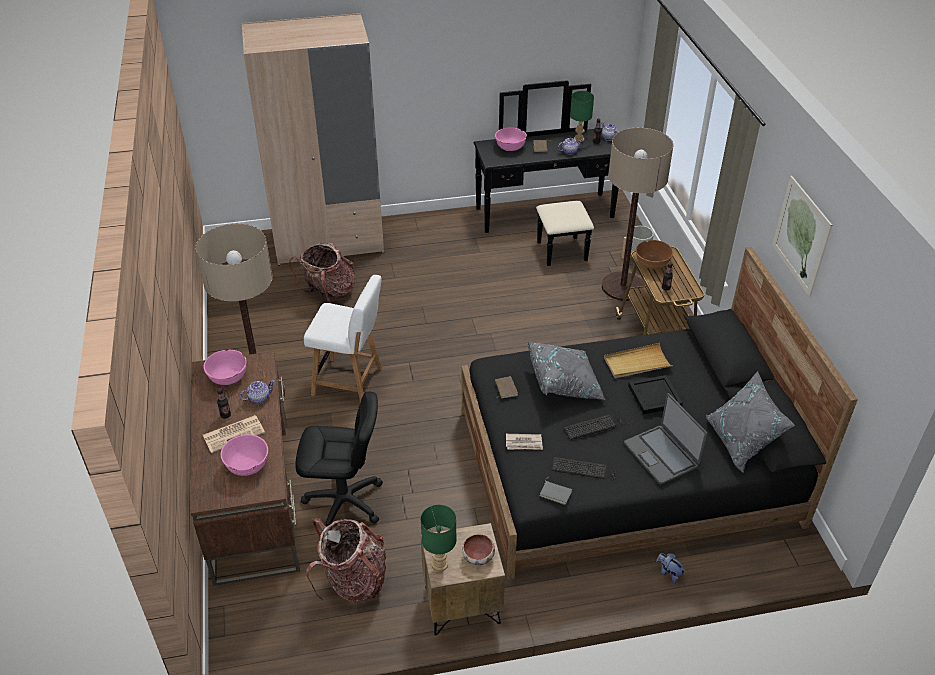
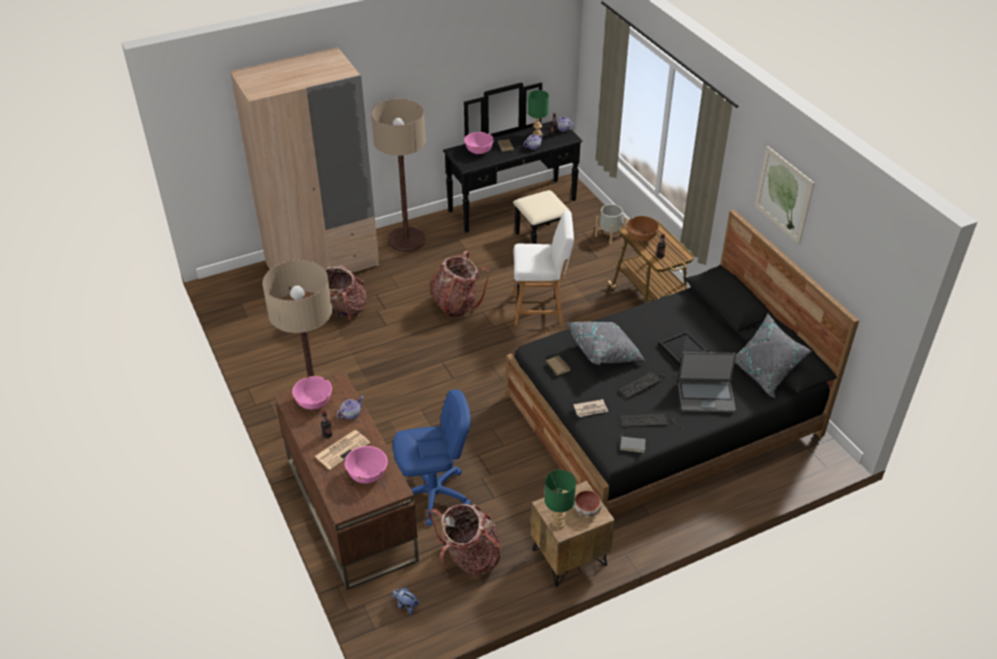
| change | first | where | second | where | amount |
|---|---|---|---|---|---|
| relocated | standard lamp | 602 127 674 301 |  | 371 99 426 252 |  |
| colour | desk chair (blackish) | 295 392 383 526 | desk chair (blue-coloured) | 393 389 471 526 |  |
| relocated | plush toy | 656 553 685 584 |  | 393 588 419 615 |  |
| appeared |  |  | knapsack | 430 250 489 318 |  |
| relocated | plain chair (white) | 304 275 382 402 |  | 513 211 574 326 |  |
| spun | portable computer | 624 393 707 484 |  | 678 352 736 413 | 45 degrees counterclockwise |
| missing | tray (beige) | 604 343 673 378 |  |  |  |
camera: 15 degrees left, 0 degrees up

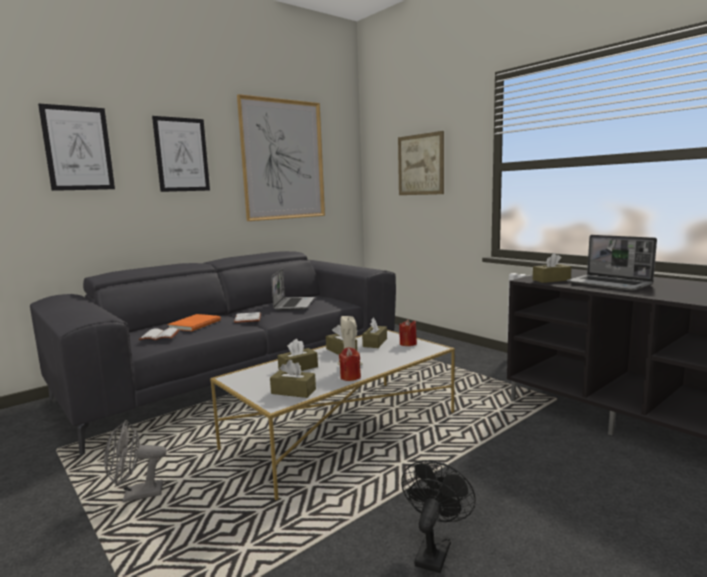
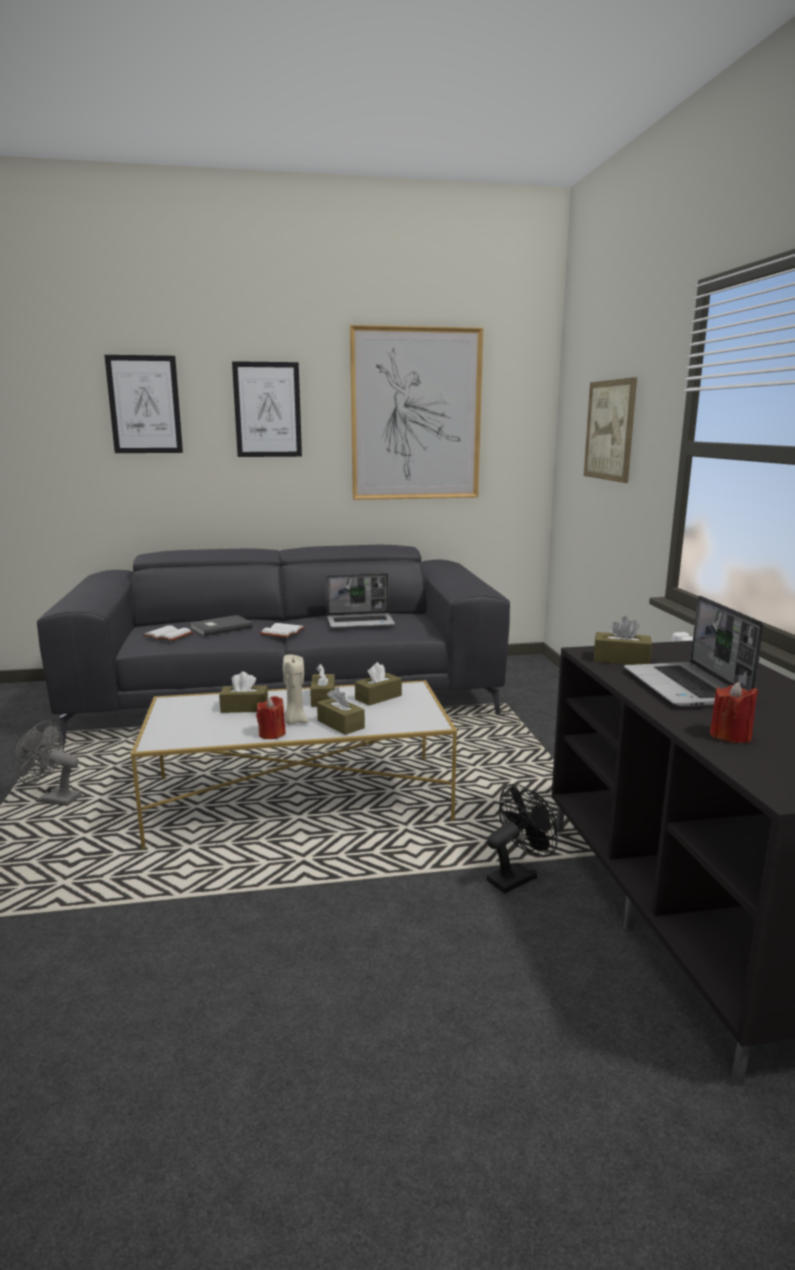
| change | first | where | second | where | amount |
|---|---|---|---|---|---|
| colour | bound book (orangey) | 167 314 221 331 | bound book (gray) | 190 615 253 636 |  |
| relocated | box of tissues (brown) | 270 360 316 398 |  | 317 687 365 735 |  |
| spun | portable computer | 271 269 315 310 |  | 326 573 395 629 | 45 degrees clockwise |
| relocated | cooling fan (blackish) | 401 460 476 573 |  | 487 784 558 893 |  |
| relocated | wax candle (red) | 399 319 417 346 |  | 710 682 758 743 |  |
camera: 30 degrees right, 5 degrees up

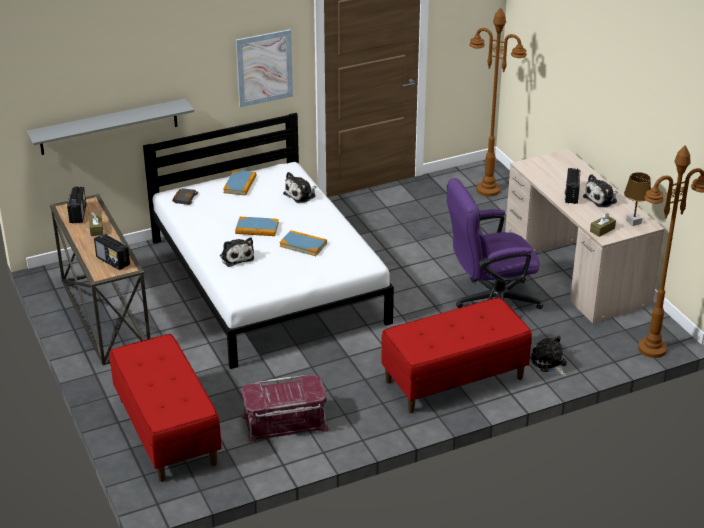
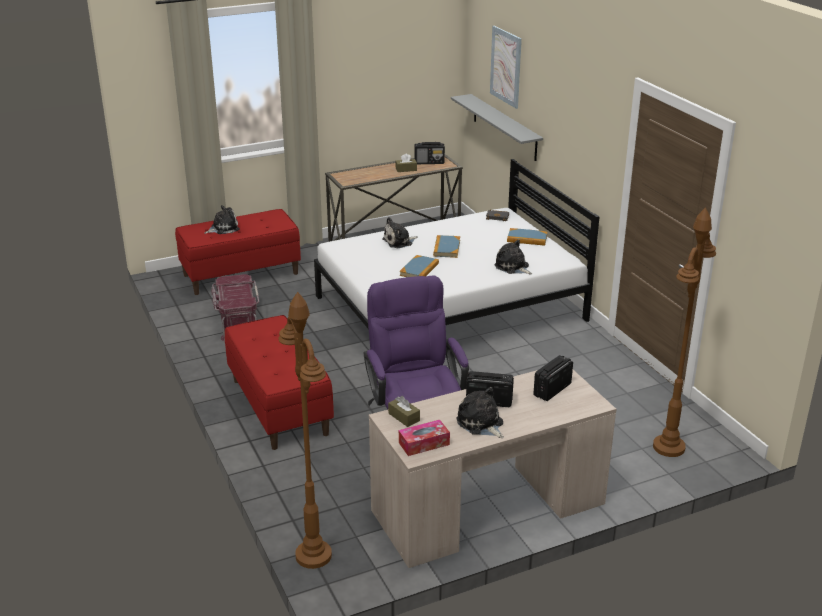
| change | first | where | second | where | amount |
|---|---|---|---|---|---|
| relocated | plush toy | 530 335 567 376 |  | 204 205 240 234 |  |
| exchanged | lamp for a table (brown) | 624 172 651 226 | box of tissues | 399 420 450 456 |  |
| relocated | wall art | 236 29 293 107 |  | 490 26 522 109 |  |
| relocated | radio receiver | 94 234 130 270 |  | 533 355 573 401 |  |
camera: 90 degrees right, 5 degrees down

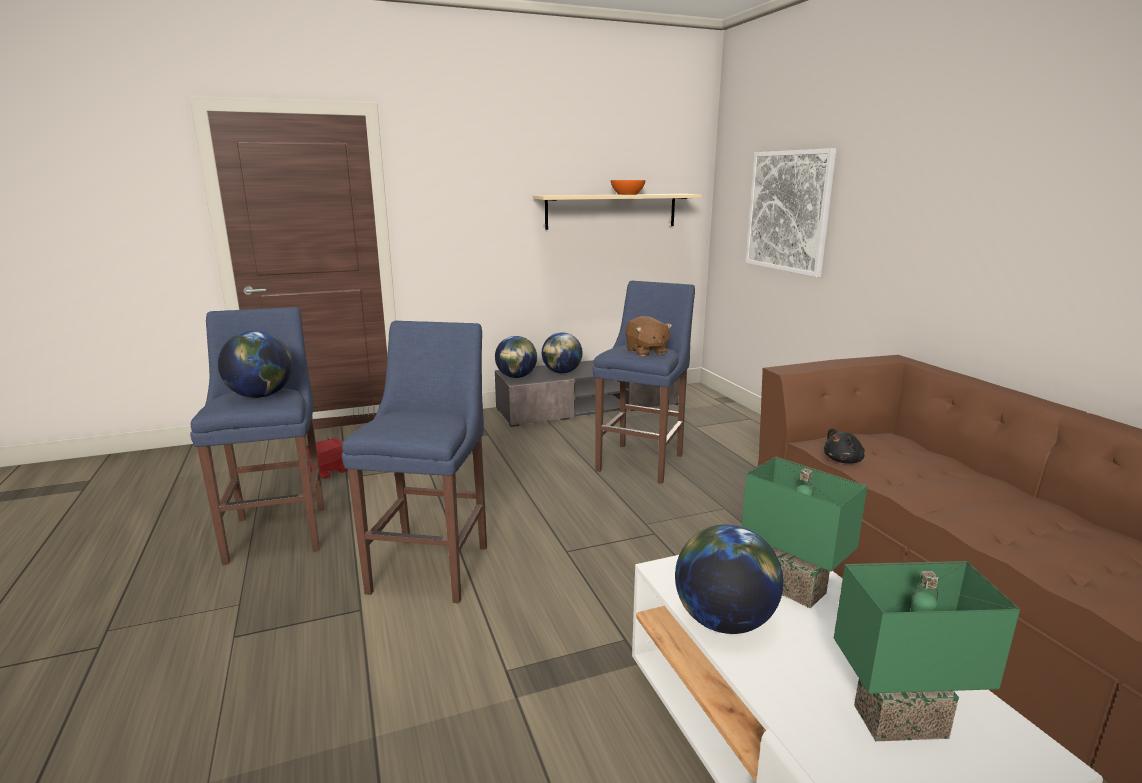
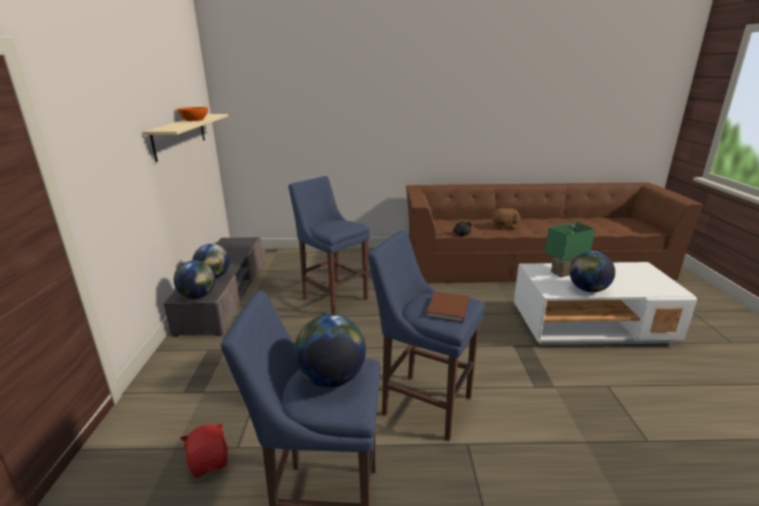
| change | first | where | second | where | amount |
|---|---|---|---|---|---|
| appeared |  |  | bound book (brown) | 426 292 469 322 |  |
| relocated | plush toy (brown) | 625 316 672 356 |  | 492 208 521 230 |  |
| missing | wall art | 745 148 836 277 |  |  |  |
| missing | lamp for a table (green) | 834 561 1020 741 |  |  |  |
camera: 70 degrees left, 5 degrees up

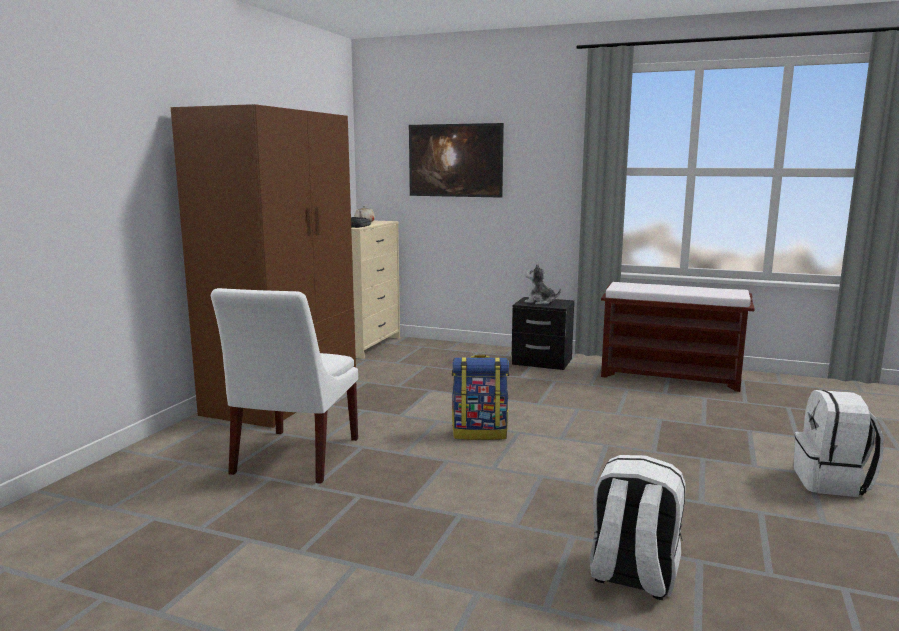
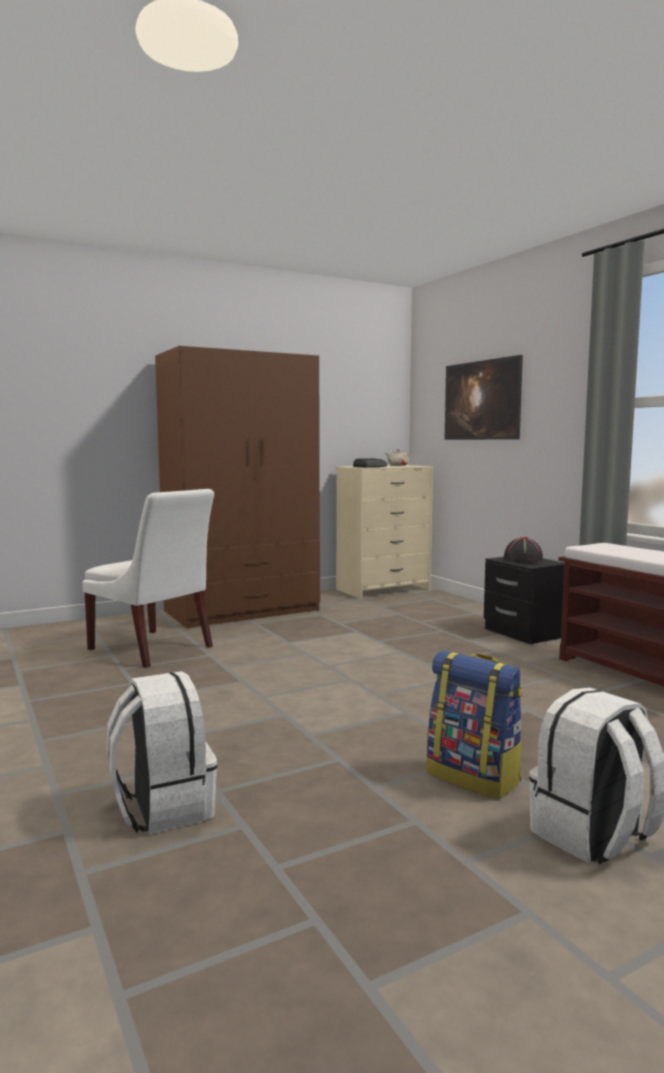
| change | first | where | second | where | amount |
|---|---|---|---|---|---|
| spun | plain chair (white) | 211 288 358 484 |  | 82 489 214 668 | 105 degrees counterclockwise |
| relocated | knapsack | 451 355 509 440 |  | 427 651 523 799 |  |
| exchanged | plush toy | 525 263 561 305 | clothing hat (blackish) | 503 537 543 563 |  |
camera: 40 degrees right, 5 degrees down

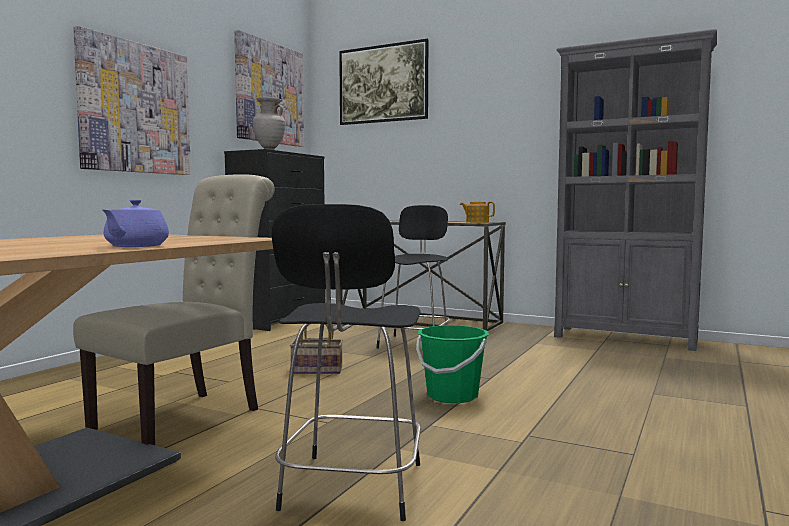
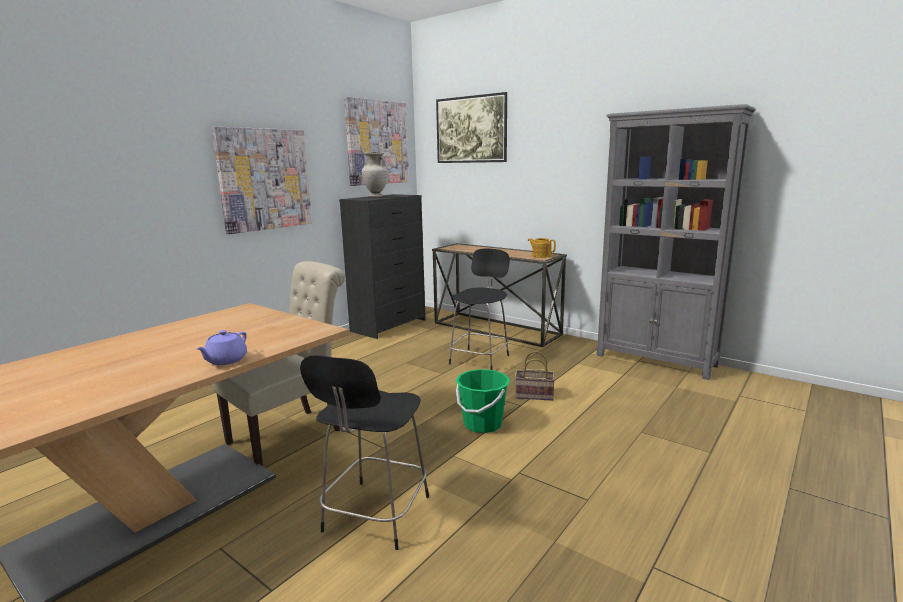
| change | first | where | second | where | amount |
|---|---|---|---|---|---|
| relocated | basket | 290 324 343 374 |  | 515 351 555 401 |  |
camera: 10 degrees right, 10 degrees up

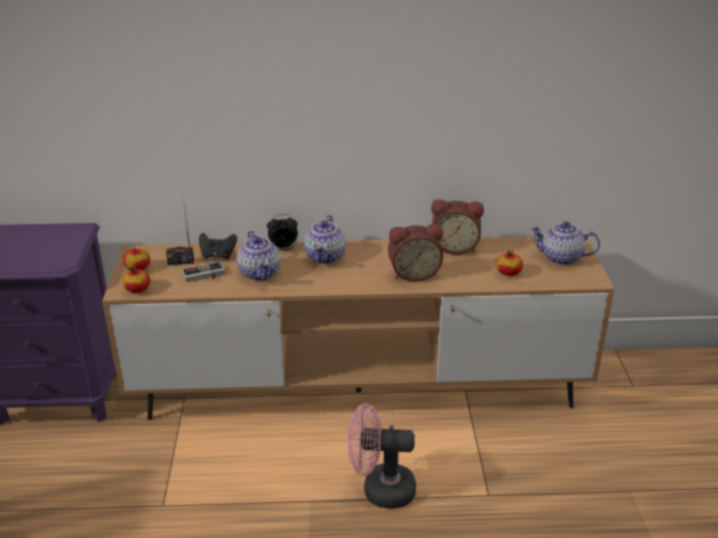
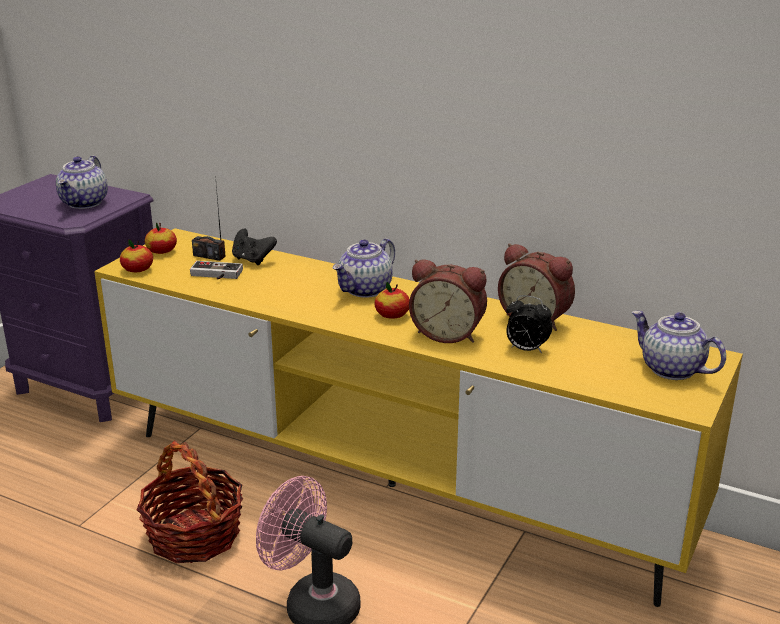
| change | first | where | second | where | amount |
|---|---|---|---|---|---|
| relocated | pot for tea | 237 231 280 281 |  | 56 156 108 209 |  |
| colour | media console (brown) | 102 237 614 420 | media console (yellow) | 94 228 743 607 |  |
| appeared |  |  | basket | 137 440 243 563 |  |
| relocated | whole apple | 496 250 523 276 |  | 374 282 410 319 |  |
| relocated | table clock | 267 214 298 250 |  | 506 295 553 354 |  |
camera: 30 degrees right, 5 degrees down

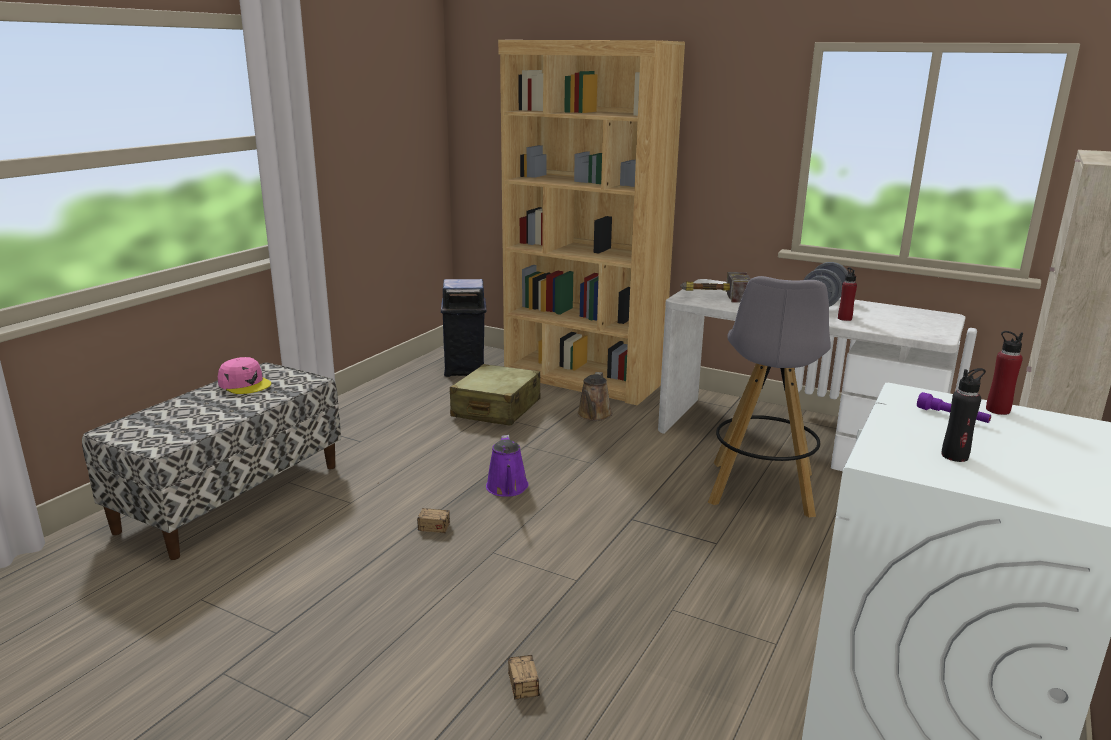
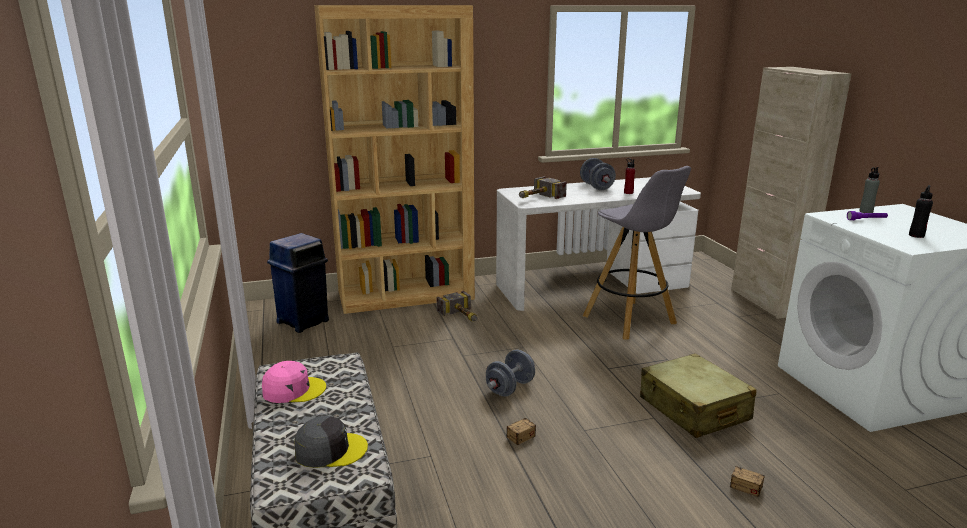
| change | first | where | second | where | amount |
|---|---|---|---|---|---|
| appeared |  |  | baseball cap (gray) | 294 416 368 468 |  |
| exchanged | watering pot (brown) | 577 372 613 421 | hand hammer | 436 291 477 321 |  |
| exchanged | watering pot (purple-coloured) | 486 435 529 497 | dumbbell (gray) | 486 350 535 396 |  |
| relocated | piece of luggage (beige) | 450 364 541 426 |  | 640 353 757 438 |  |
| colour | drink bottle (red) | 986 331 1023 415 | drink bottle (gray) | 859 167 880 213 |  |
camera: 45 degrees left, 0 degrees up

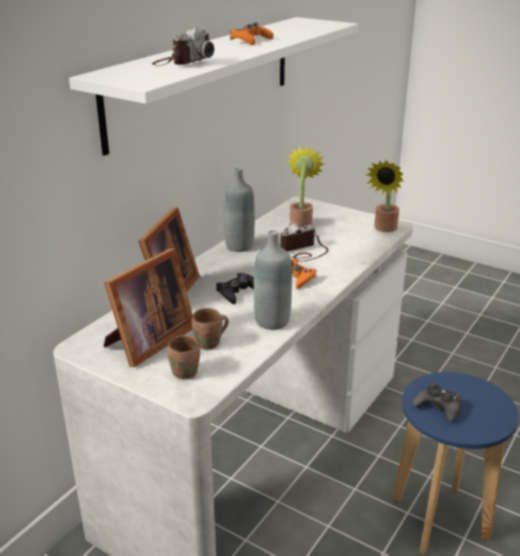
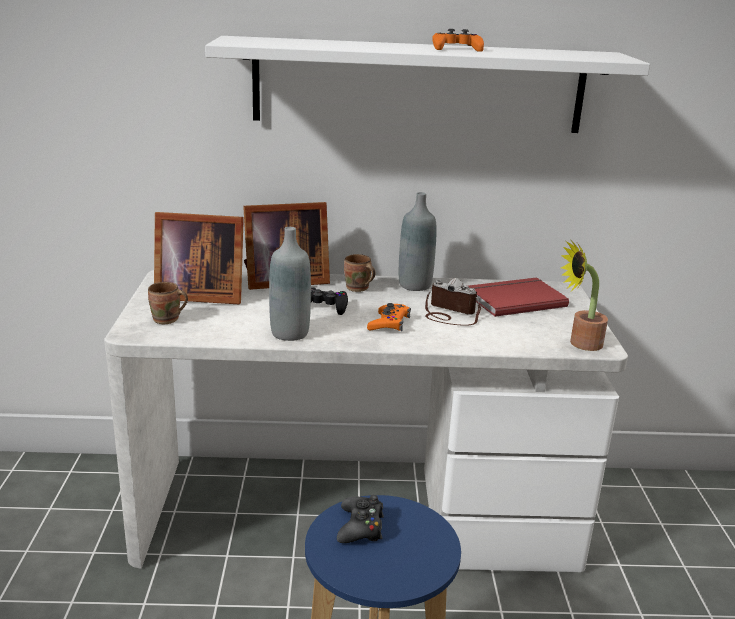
| change | first | where | second | where | amount |
|---|---|---|---|---|---|
| relocated | coffee mug (brown) | 192 308 229 350 |  | 344 254 375 292 |  |
| exchanged | potted plant | 287 145 325 228 | bound book (red) | 469 277 569 317 |  |
| missing | still camera | 152 27 214 66 |  |  |  |
camera: 55 degrees right, 5 degrees down

